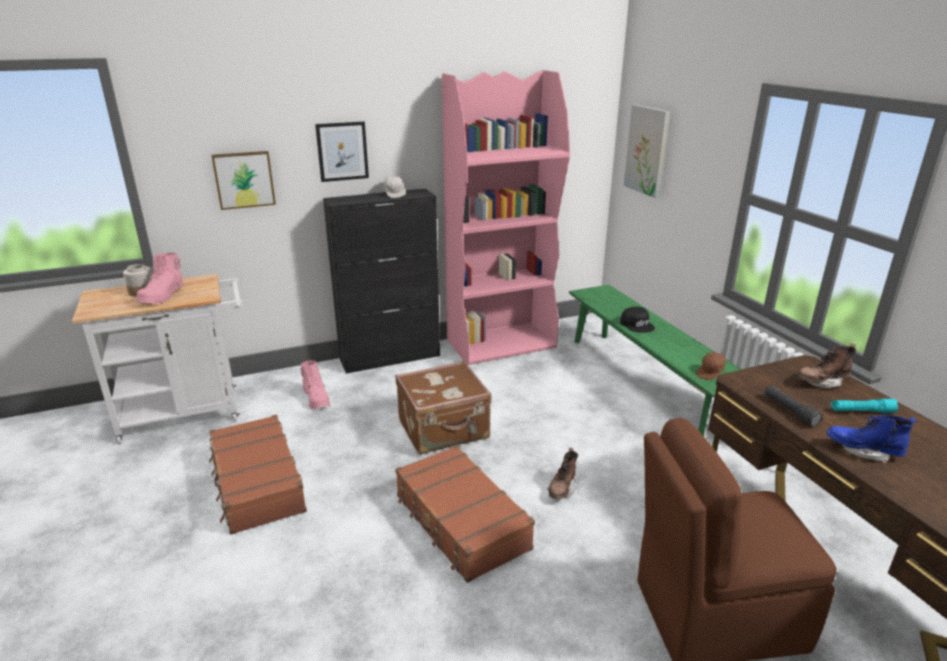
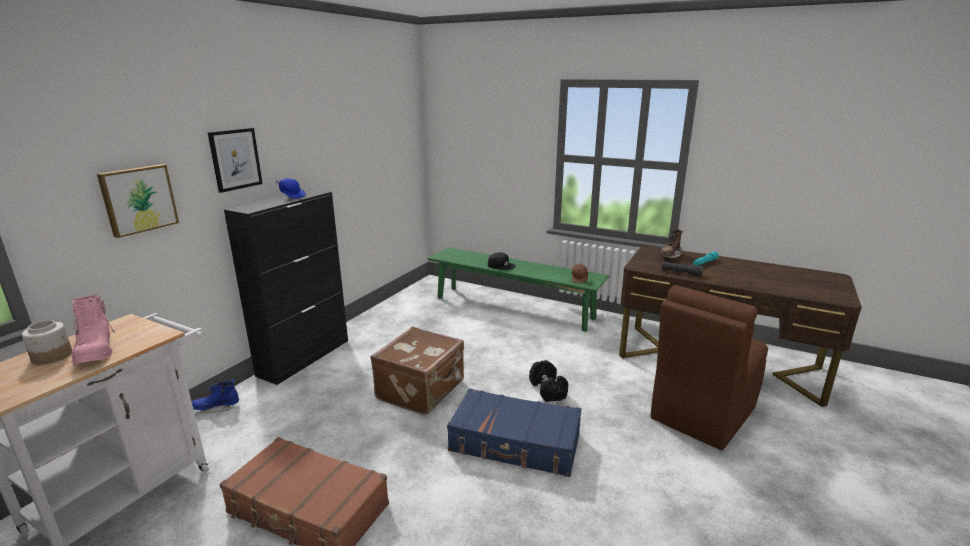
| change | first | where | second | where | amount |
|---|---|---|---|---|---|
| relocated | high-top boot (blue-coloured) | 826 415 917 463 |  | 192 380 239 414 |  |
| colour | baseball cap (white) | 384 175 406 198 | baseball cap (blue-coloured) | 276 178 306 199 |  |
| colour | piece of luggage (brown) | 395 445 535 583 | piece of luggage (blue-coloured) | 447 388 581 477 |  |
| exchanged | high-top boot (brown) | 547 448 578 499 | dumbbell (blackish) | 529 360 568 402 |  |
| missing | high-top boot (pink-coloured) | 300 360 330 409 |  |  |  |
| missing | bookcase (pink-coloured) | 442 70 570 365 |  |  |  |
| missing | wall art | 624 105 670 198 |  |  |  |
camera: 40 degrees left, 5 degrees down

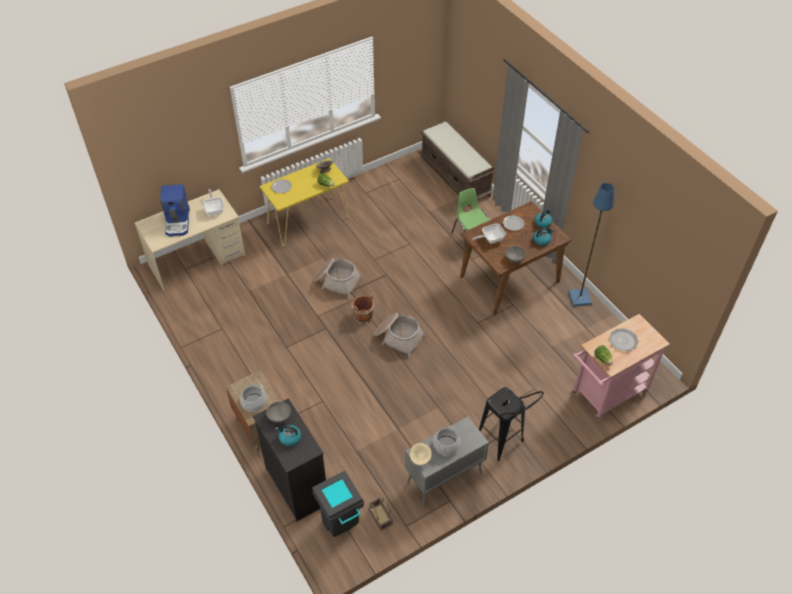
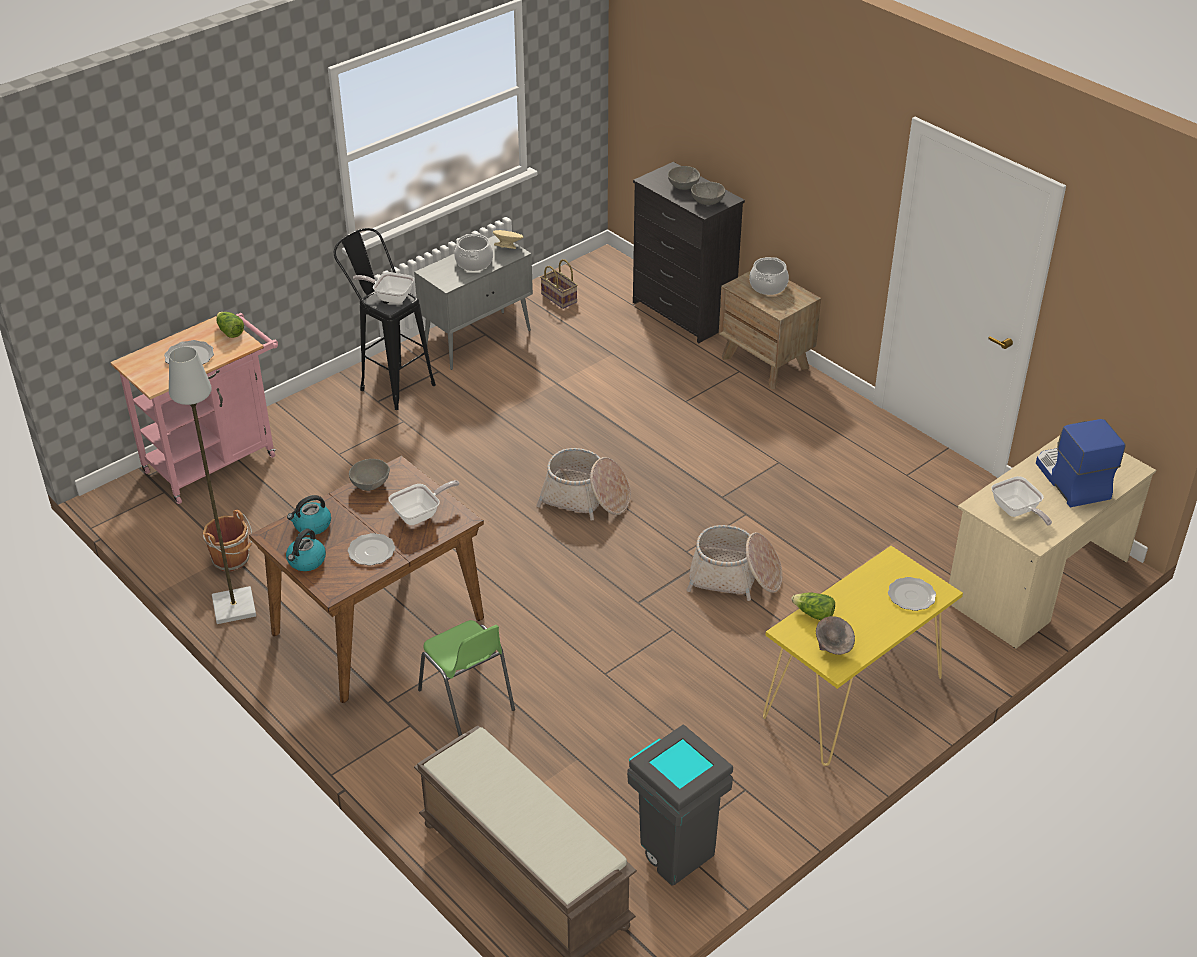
| change | first | where | second | where | amount |
|---|---|---|---|---|---|
| colour | standard lamp (blue-coloured) | 568 183 614 306 | standard lamp (gray) | 169 347 256 624 |  |
| relocated | pail (brown) | 350 294 374 324 |  | 203 510 252 571 |  |
| appeared |  |  | pan | 353 272 414 304 |  |
| relocated | waste bin (gray) | 312 471 364 537 |  | 627 724 733 886 |  |
| exchanged | tea kettle | 275 425 301 446 | bowl (gray) | 668 166 700 190 |  |
camera: 170 degrees right, 10 degrees down

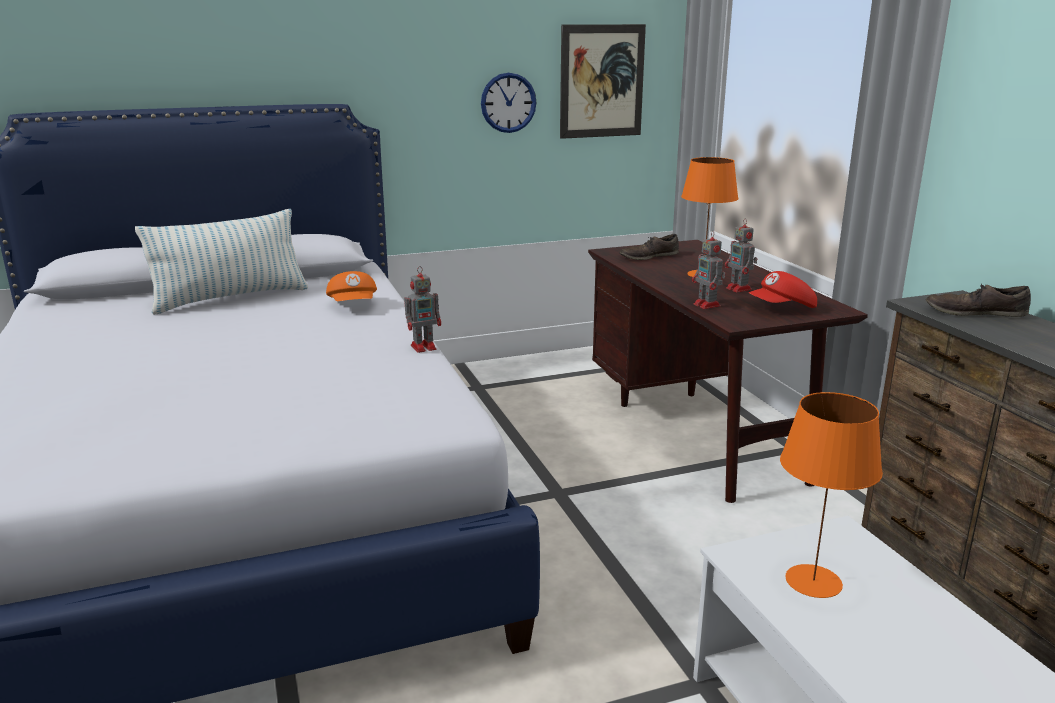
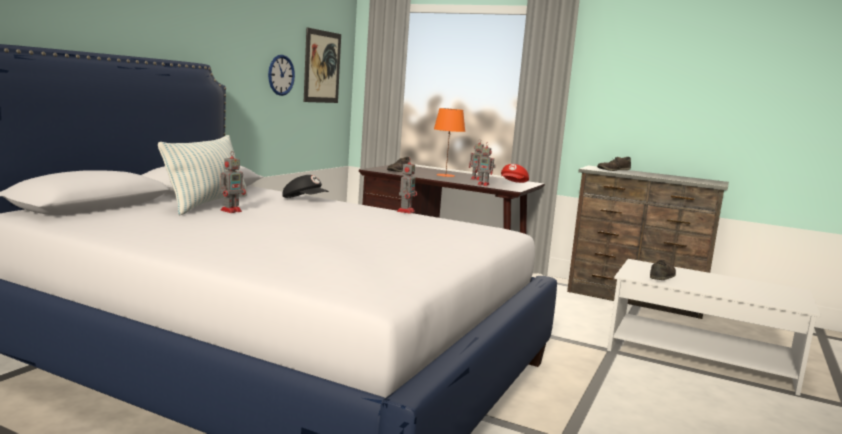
| change | first | where | second | where | amount |
|---|---|---|---|---|---|
| appeared |  |  | model robot | 220 151 246 213 |  |
| colour | baseball cap (orangey) | 326 271 377 301 | baseball cap (blackish) | 282 175 329 198 |  |
| exchanged | lamp for a table (orangey) | 780 392 883 598 | low shoe (brown) | 650 260 676 280 |  |
camera: 45 degrees left, 10 degrees down

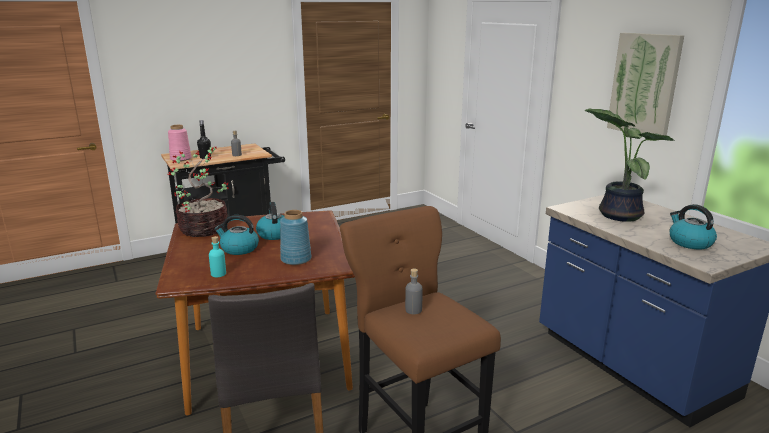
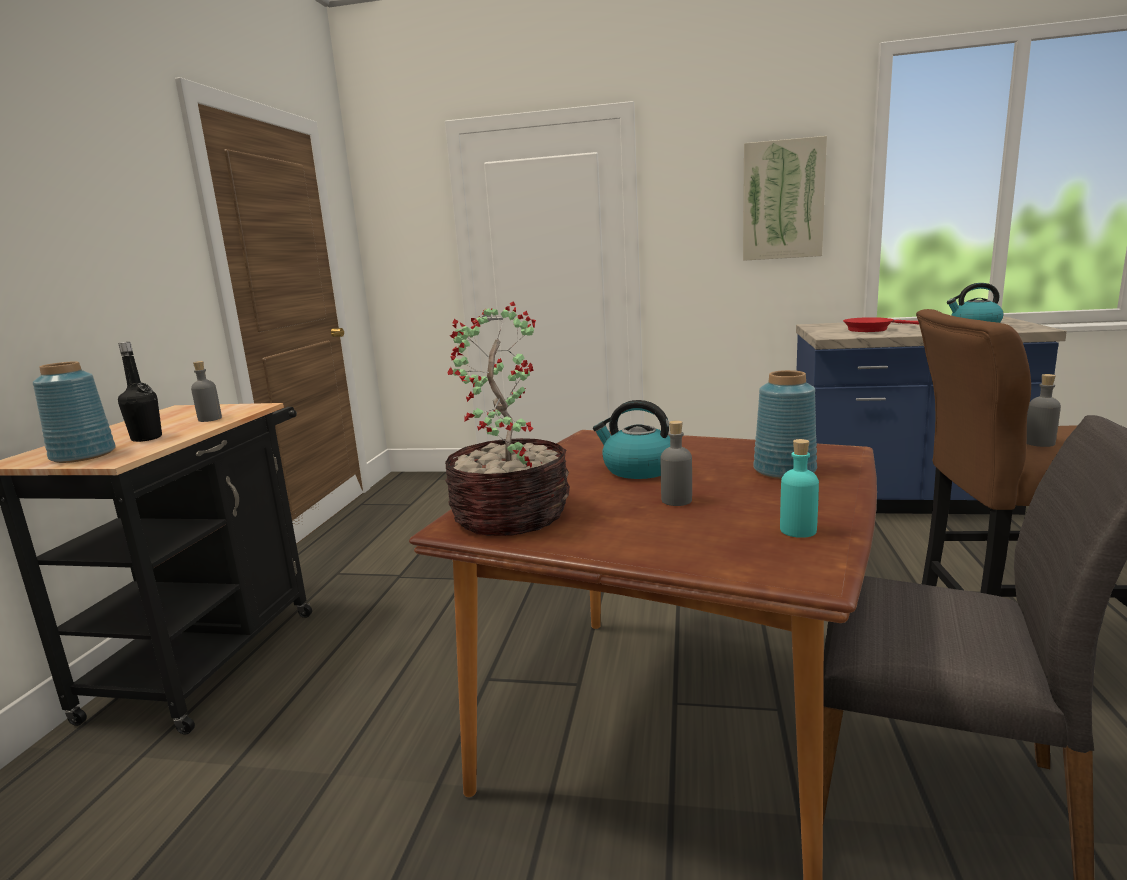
| change | first | where | second | where | amount |
|---|---|---|---|---|---|
| colour | flower vase (pink-coloured) | 168 125 192 161 | flower vase (blue-coloured) | 33 361 116 463 |  |
| exchanged | tea kettle | 214 215 259 255 | drink bottle (gray) | 661 420 692 506 |  |
| exchanged | potted plant | 584 108 676 222 | pan (red) | 843 317 919 332 |  |
camera: 50 degrees left, 5 degrees down

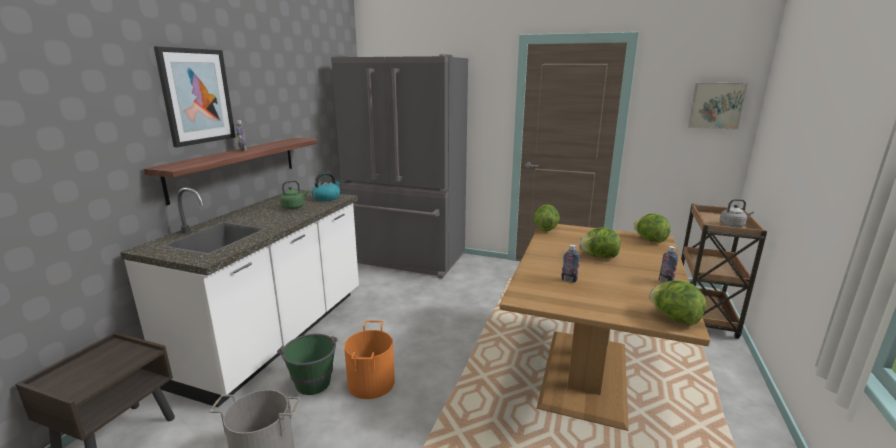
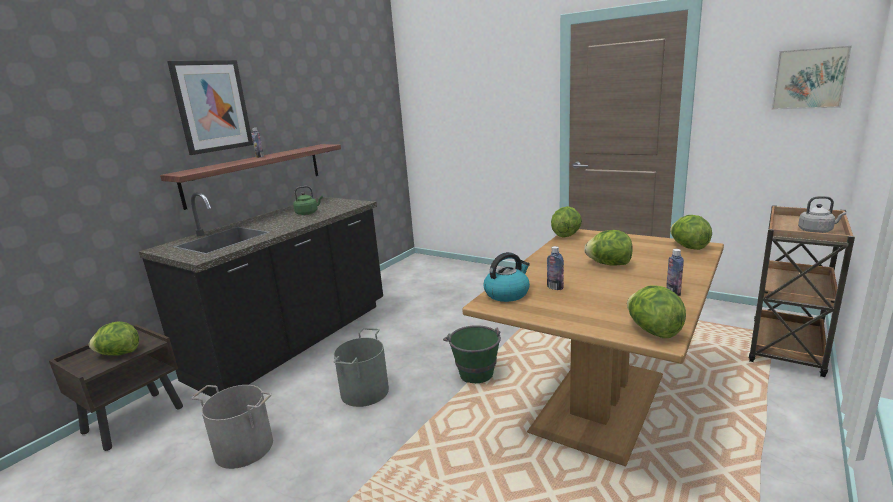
| change | first | where | second | where | amount |
|---|---|---|---|---|---|
| appeared |  |  | lettuce | 89 321 139 356 |  |
| colour | kitchen counter (white) | 120 187 359 407 | kitchen counter (blackish) | 139 192 383 397 |  |
| colour | pail (orangey) | 344 320 395 399 | pail (gray) | 334 328 389 407 |  |
| relocated | pail (green) | 277 334 338 395 |  | 443 325 501 383 |  |
| relocated | tea kettle | 312 172 341 201 |  | 484 252 530 302 |  |
| missing | refrigerator (gray) | 331 54 468 279 |  |  |  |
camera: 15 degrees right, 0 degrees up

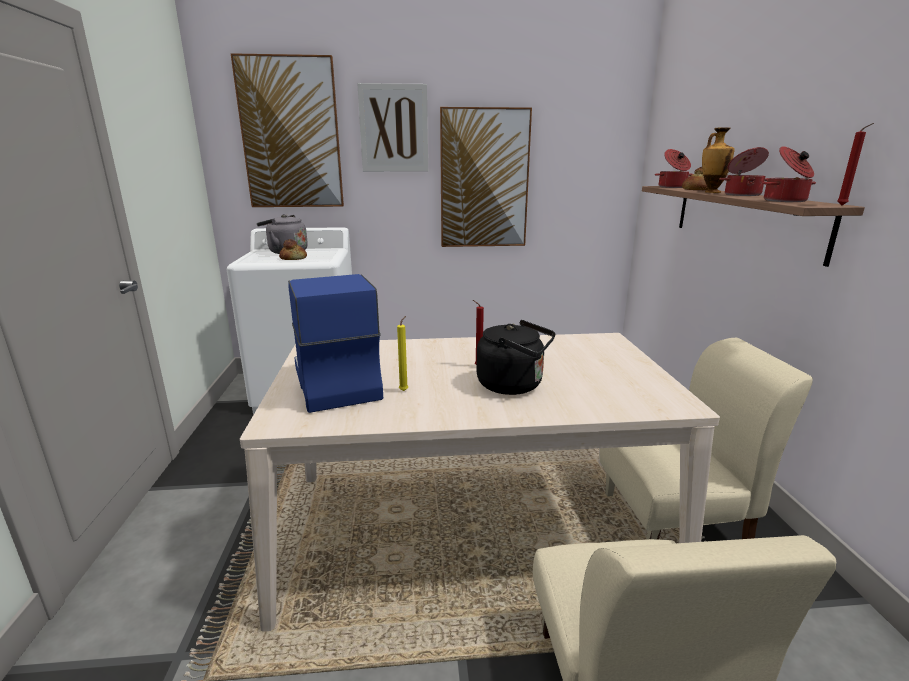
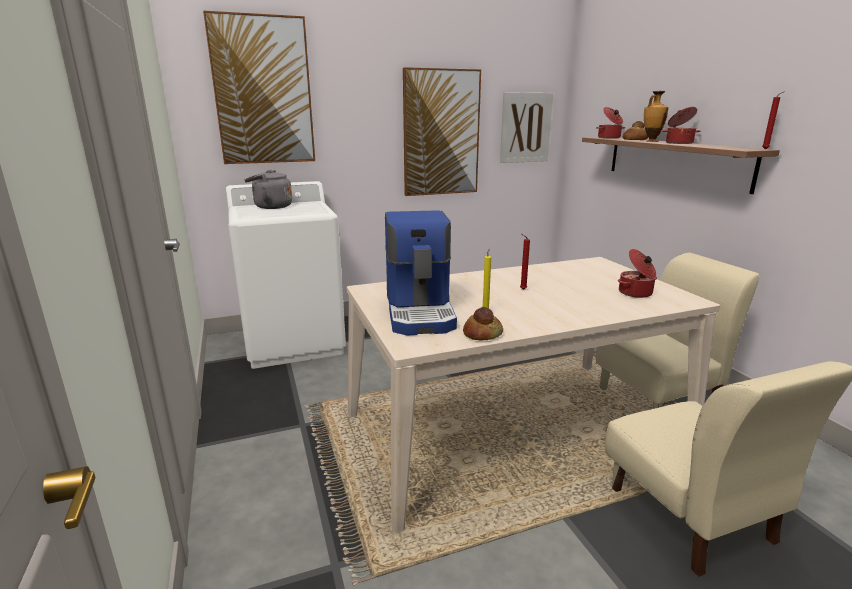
| change | first | where | second | where | amount |
|---|---|---|---|---|---|
| spun | coffee maker | 288 274 383 413 |  | 385 210 457 336 | 150 degrees counterclockwise |
| relocated | bread | 279 239 307 260 |  | 463 307 503 340 |  |
| relocated | wall art | 357 83 428 172 |  | 500 92 553 163 |  |
| relocated | cooking pot | 763 146 816 202 |  | 618 249 657 298 |  |
| missing | tea kettle (blackish) | 476 320 555 395 |  |  |  |
camera: 15 degrees left, 0 degrees up

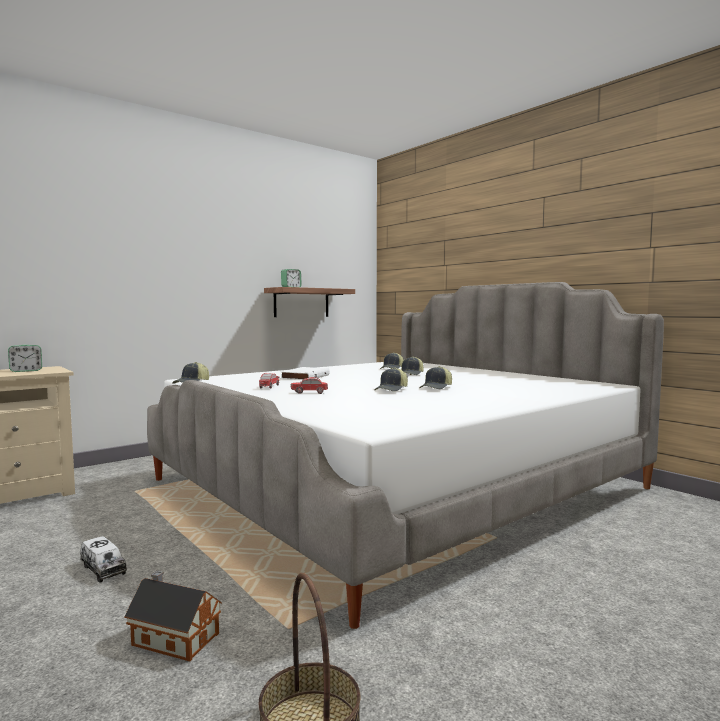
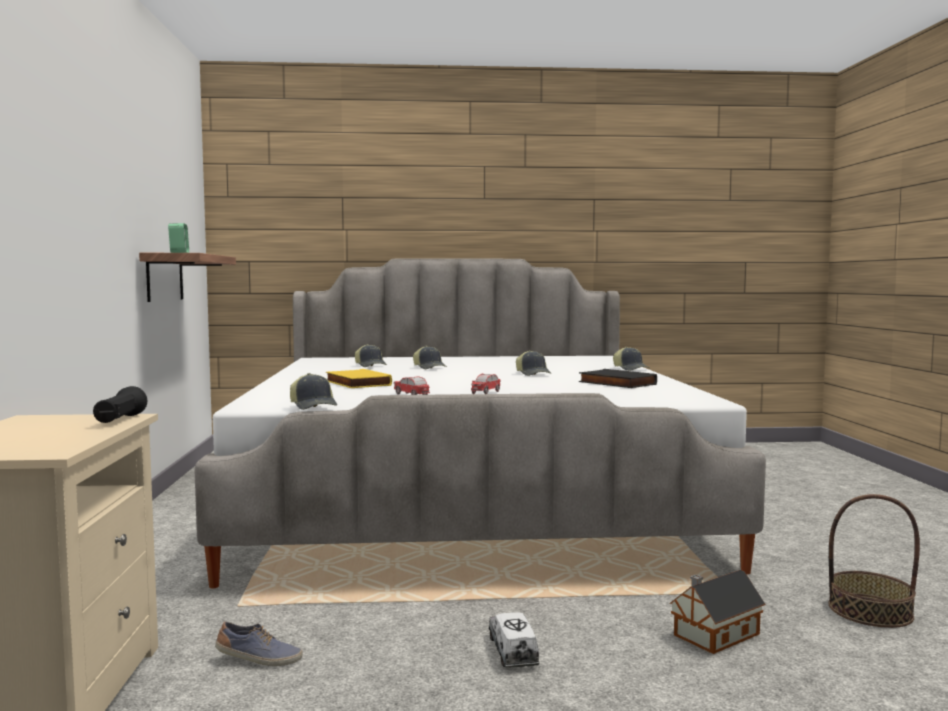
| change | first | where | second | where | amount |
|---|---|---|---|---|---|
| appeared |  |  | torch (blackish) | 93 386 147 423 |  |
| appeared |  |  | low shoe | 215 622 303 666 |  |
| colour | bound book (white) | 280 367 330 380 | bound book (yellow) | 326 369 392 388 |  |
| spun | toy lorry | 80 536 127 583 |  | 489 612 539 668 | 90 degrees counterclockwise |
| appeared |  |  | bound book (blackish) | 579 369 657 388 |  |
| relocated | baseball cap | 374 367 408 391 |  | 613 347 650 371 |  |
| missing | table clock | 8 345 42 372 |  |  |  |
camera: 55 degrees left, 0 degrees up

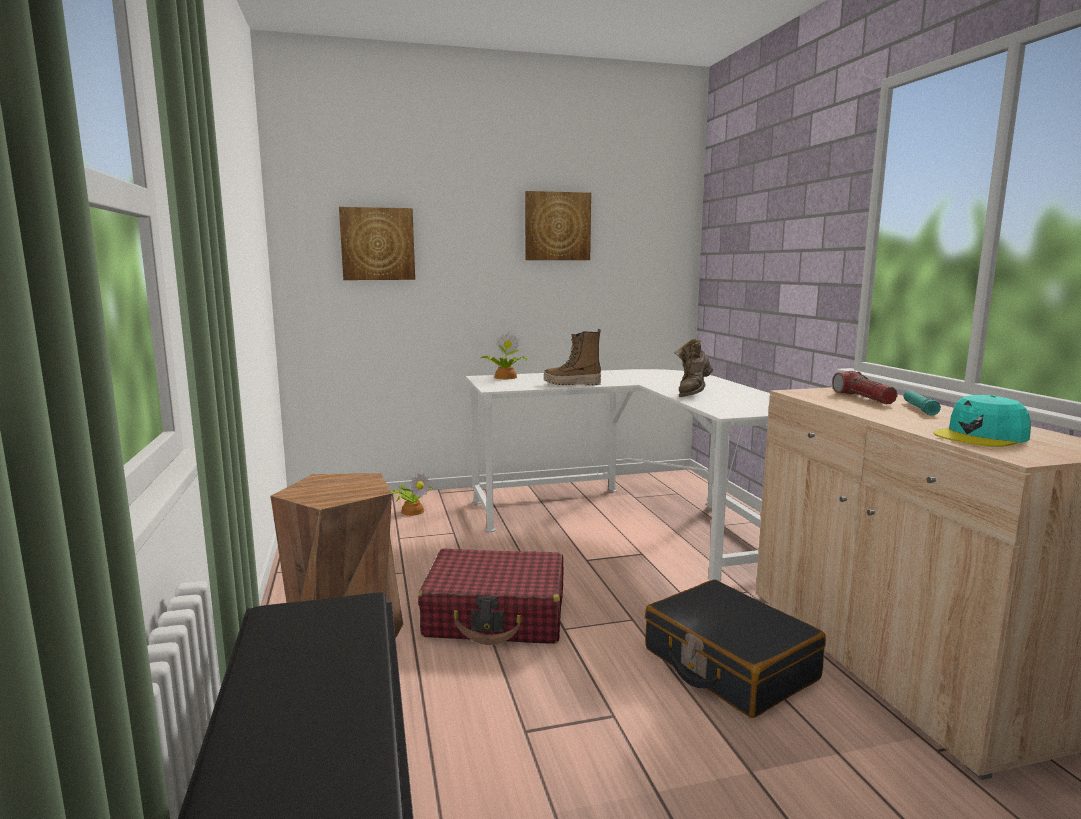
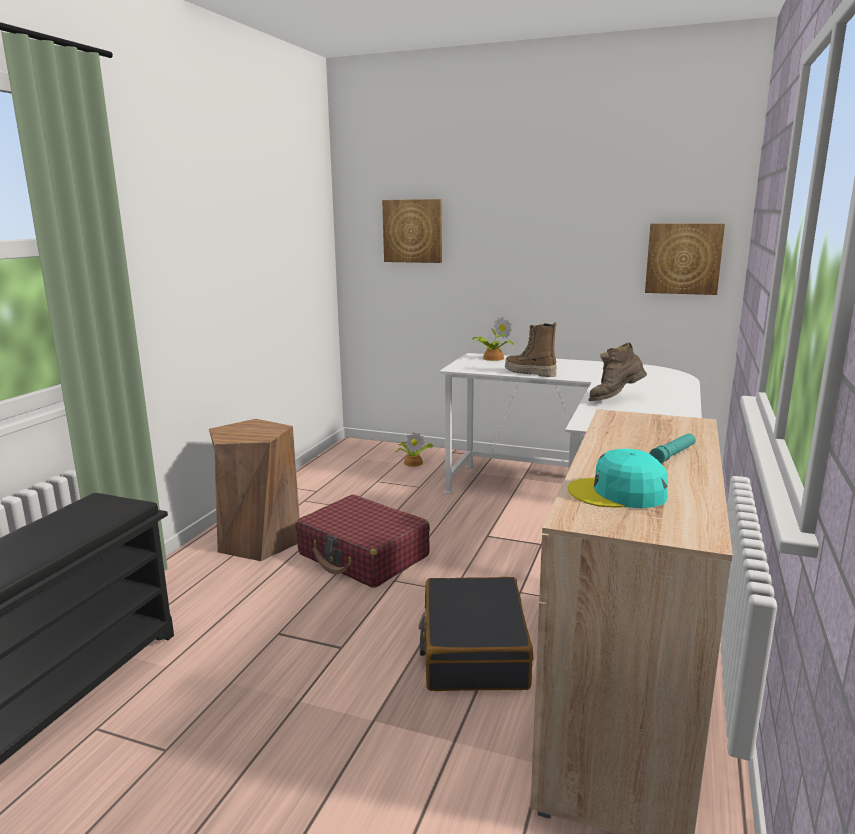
| change | first | where | second | where | amount |
|---|---|---|---|---|---|
| relocated | wall art | 525 191 591 260 |  | 645 223 725 295 |  |
| missing | torch | 832 371 898 404 |  |  |  |
camera: 35 degrees right, 5 degrees up

